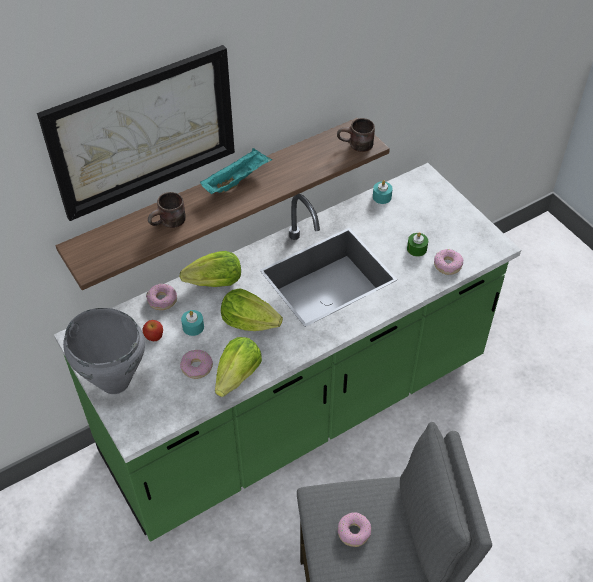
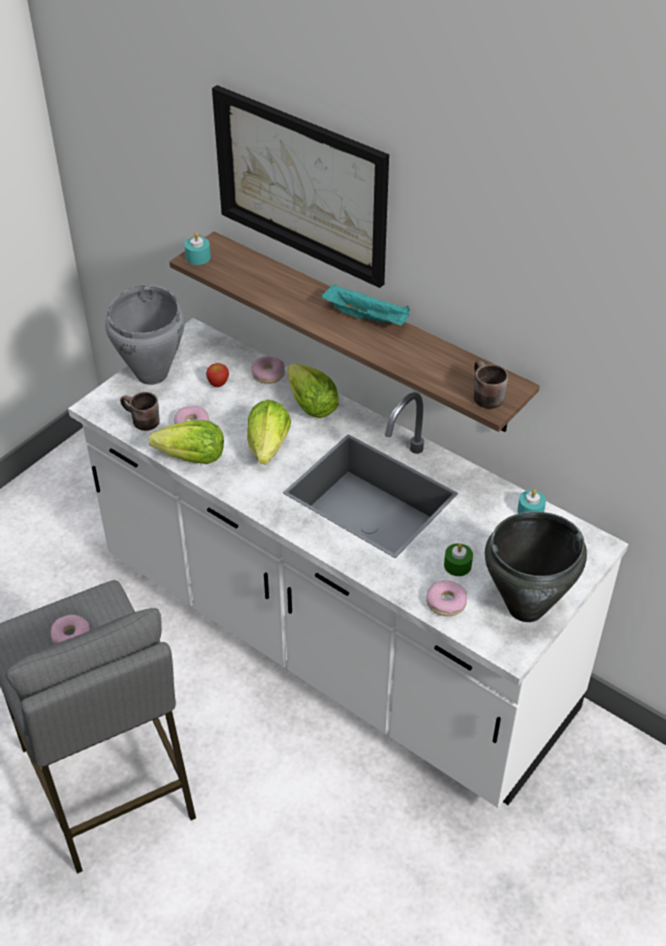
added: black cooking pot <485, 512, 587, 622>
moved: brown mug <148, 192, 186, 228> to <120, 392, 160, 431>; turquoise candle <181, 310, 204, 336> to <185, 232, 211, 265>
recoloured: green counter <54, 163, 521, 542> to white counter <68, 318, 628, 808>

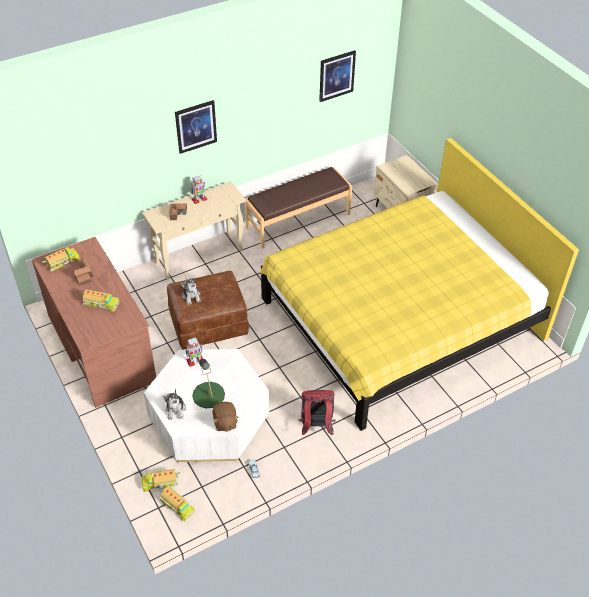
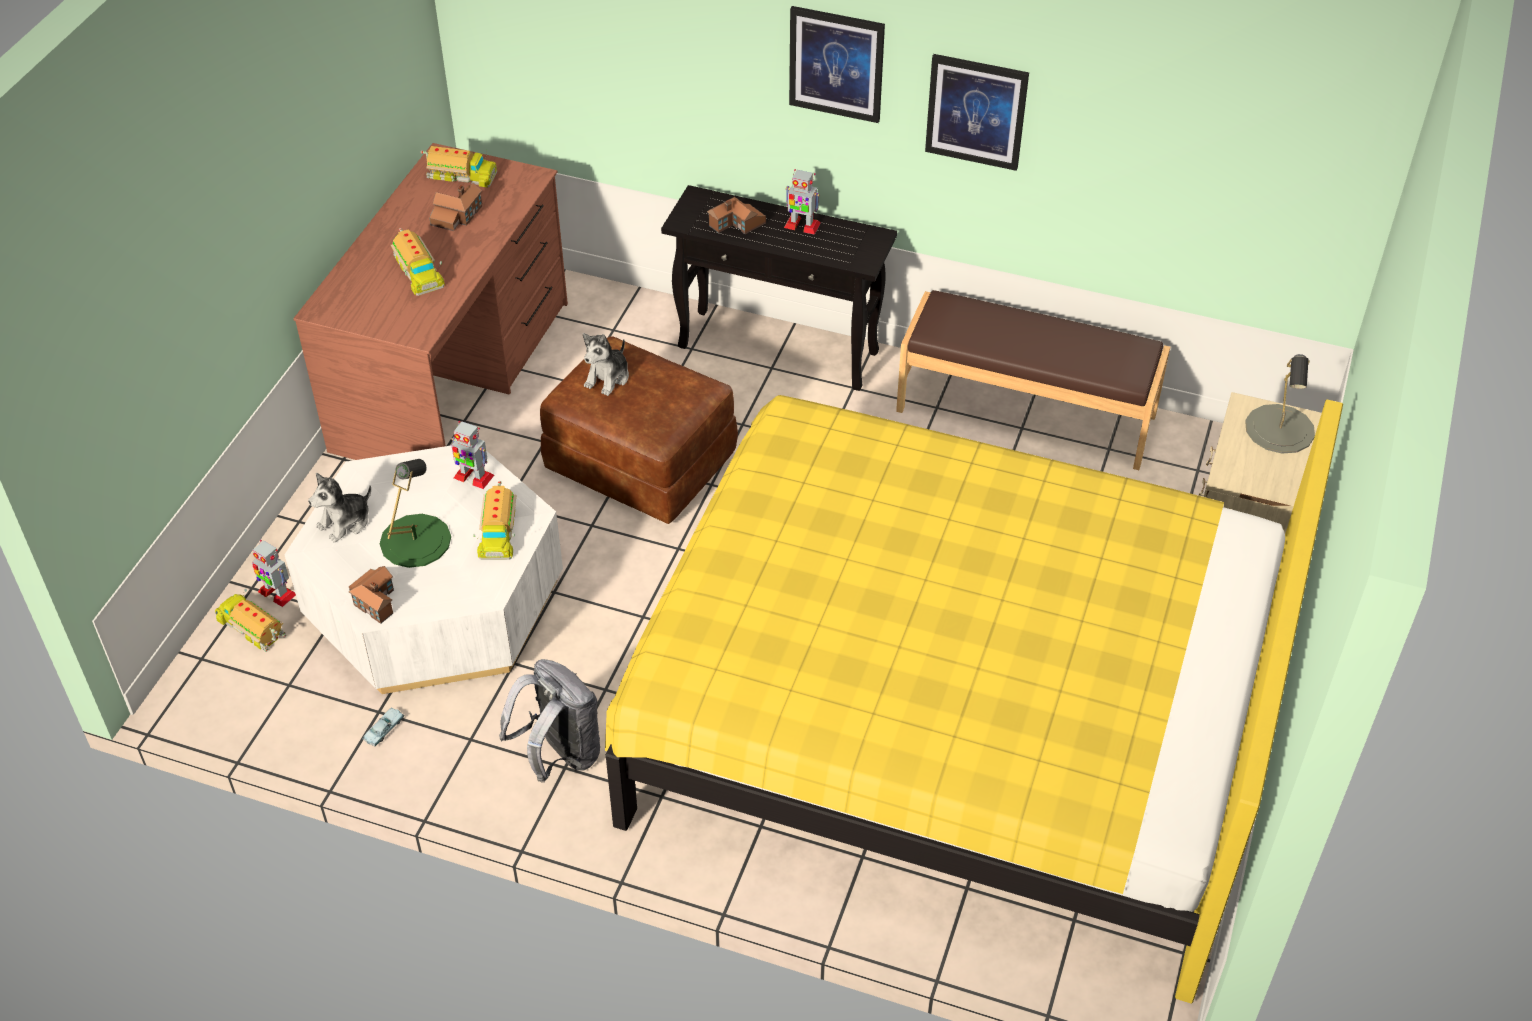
added: toy robot <252, 540, 296, 607>; grey table lamp <1245, 354, 1315, 454>
moved: toy truck <160, 487, 195, 521> to <473, 481, 516, 560>; picture <319, 50, 356, 102> to <925, 54, 1029, 171>
replaced: brown plush toy <213, 402, 238, 432> to toy house <349, 566, 394, 624>
recoloured: beige console table <142, 181, 246, 280> to black console table <661, 185, 897, 391>; red backpack <298, 390, 336, 435> to grey backpack <499, 659, 600, 783>

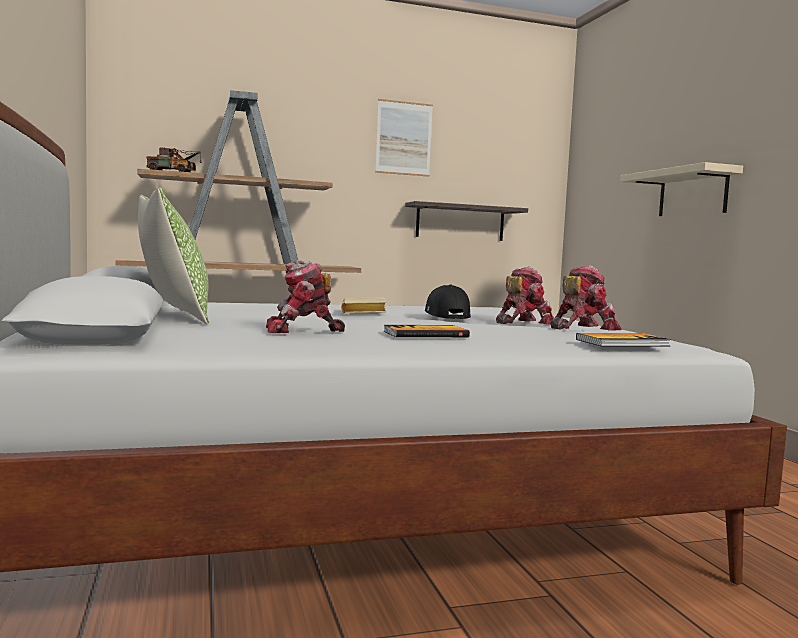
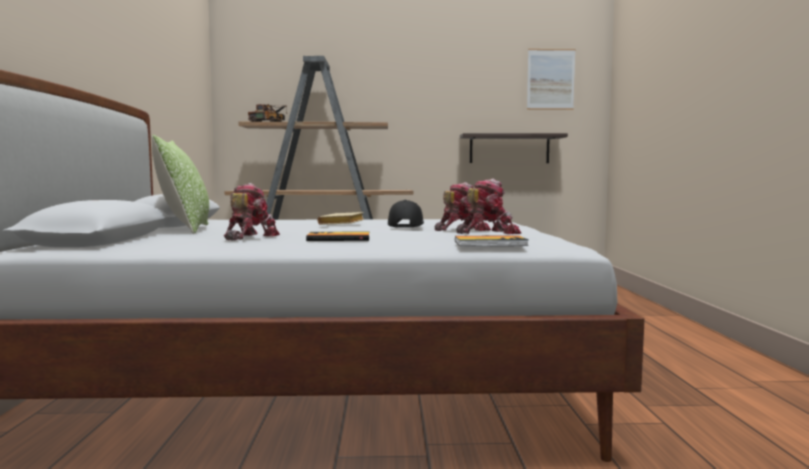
removed: beige shelf <620, 162, 743, 216>
moved: picture <375, 99, 433, 177> to <527, 49, 576, 110>
turned: toy robot <266, 260, 345, 333> = <224, 183, 280, 241> 105 degrees clockwise

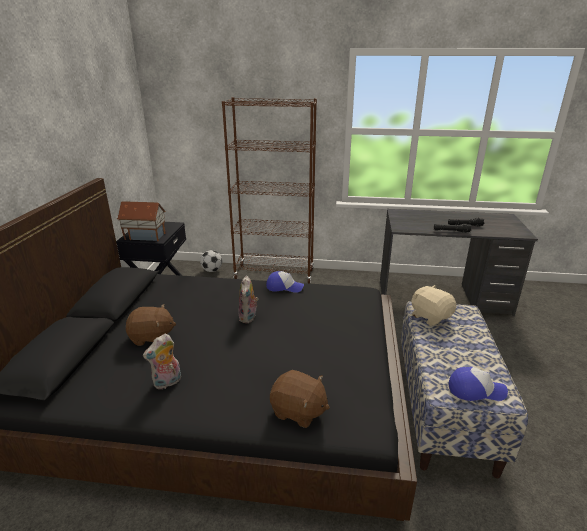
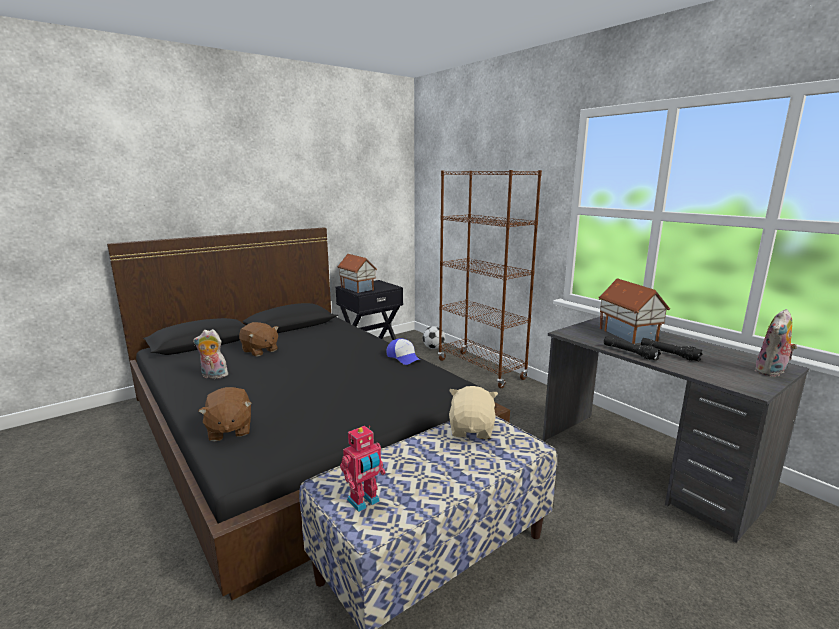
added: toy house <599, 278, 670, 344>
moved: plush toy <238, 276, 259, 323> to <755, 309, 798, 377>
replaced: cap <449, 367, 508, 401> to toy robot <340, 425, 385, 512>

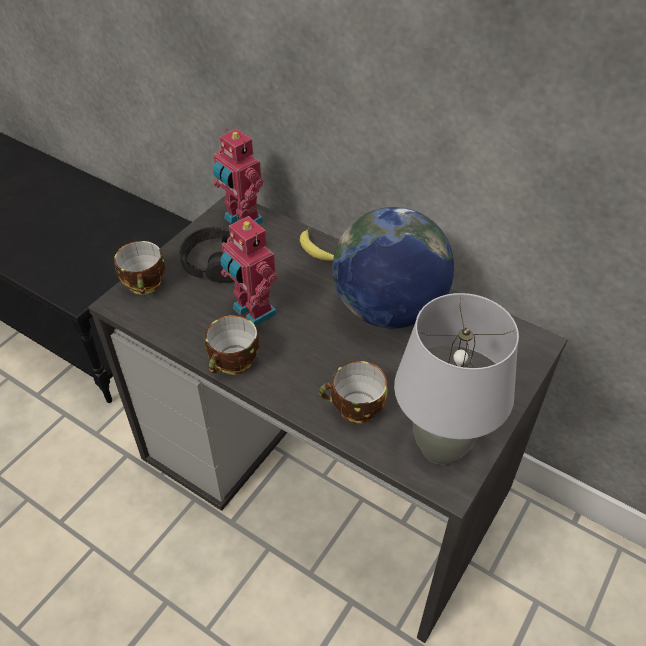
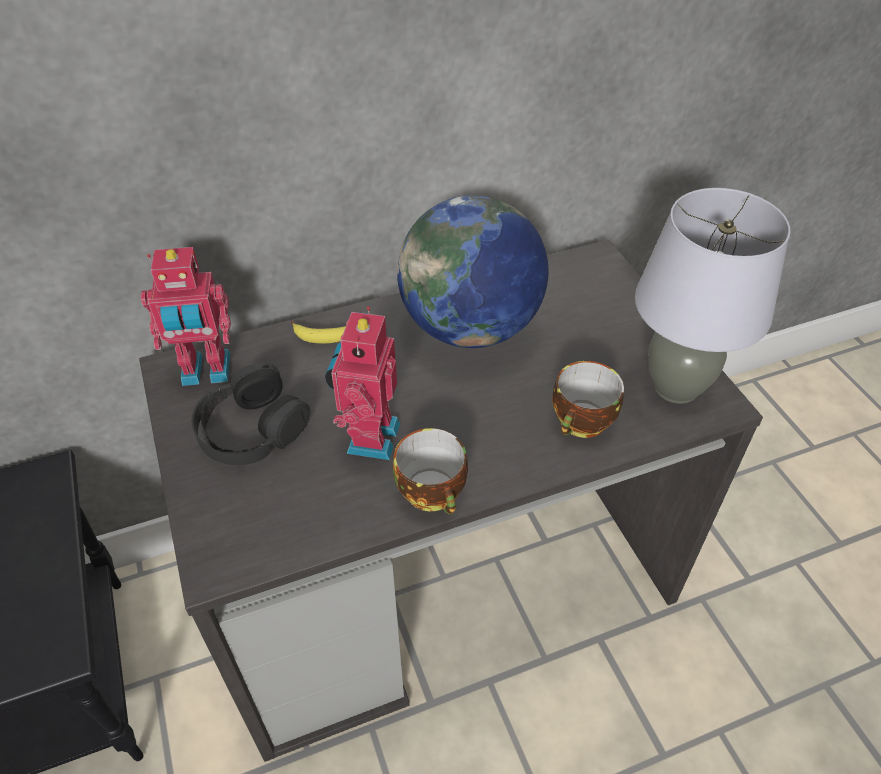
removed: cup <114, 241, 165, 295>
turned: toy robot <220, 216, 278, 326> = <325, 307, 400, 460> 105 degrees clockwise

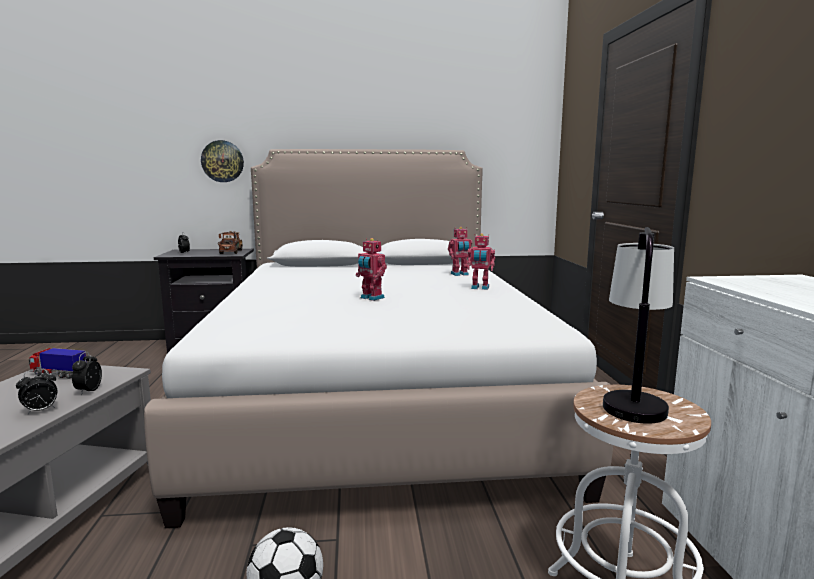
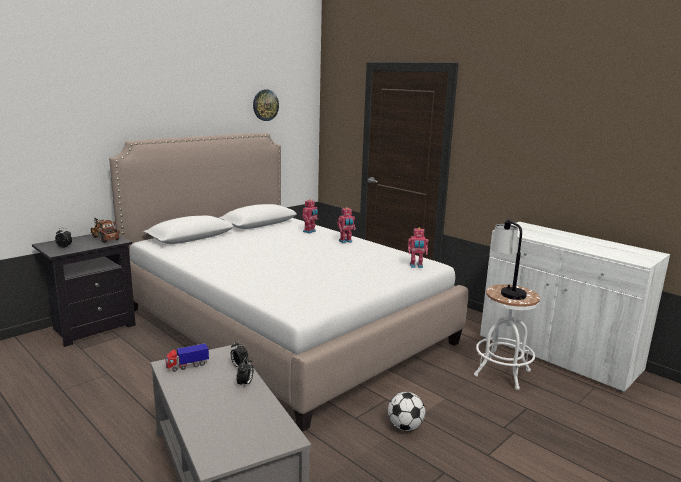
moved: wall clock <201, 140, 244, 182> to <253, 90, 279, 121>; toy robot <356, 238, 387, 301> to <408, 227, 428, 268>

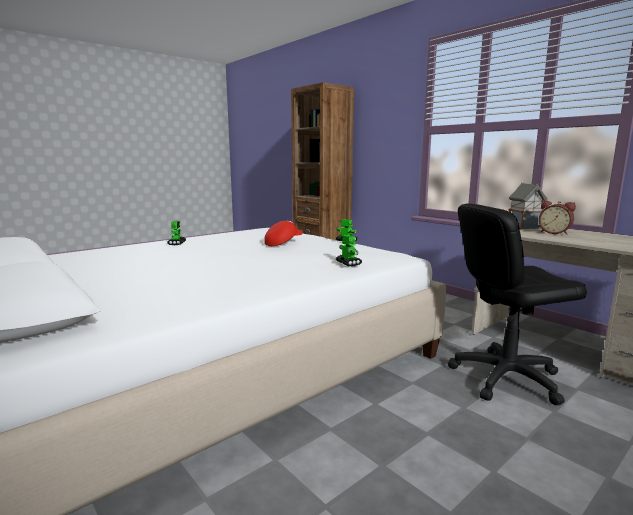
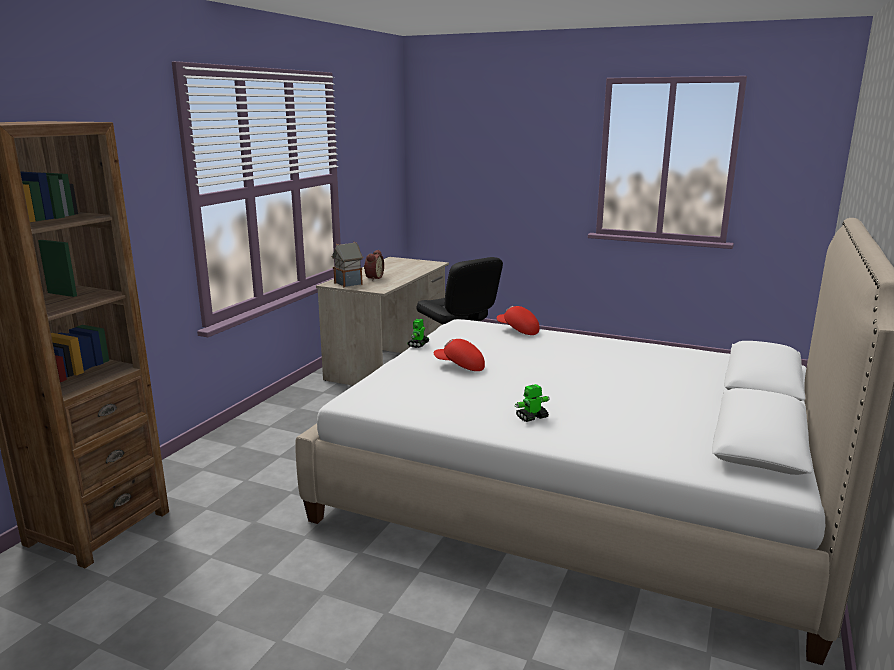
replaced: toy robot <336, 235, 362, 267> to red cap <497, 306, 539, 335>

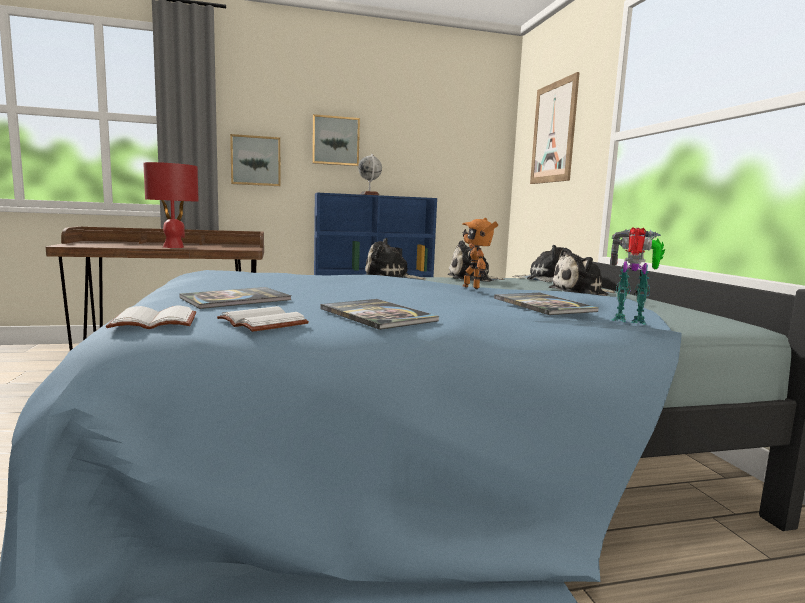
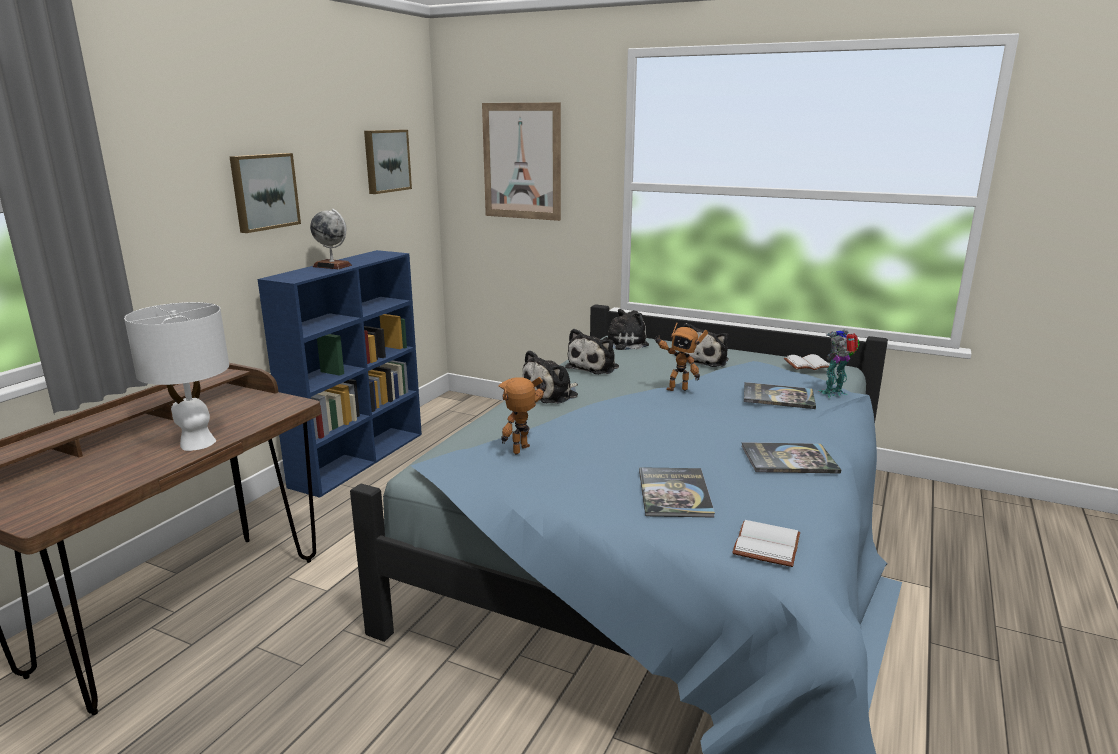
added: toy robot <499, 377, 546, 455>
moved: white book <217, 306, 309, 332> to <784, 354, 830, 370>; picture <230, 134, 280, 186> to <364, 130, 412, 194>
recoloured: red table lamp <143, 162, 199, 248> to white table lamp <124, 302, 229, 451>

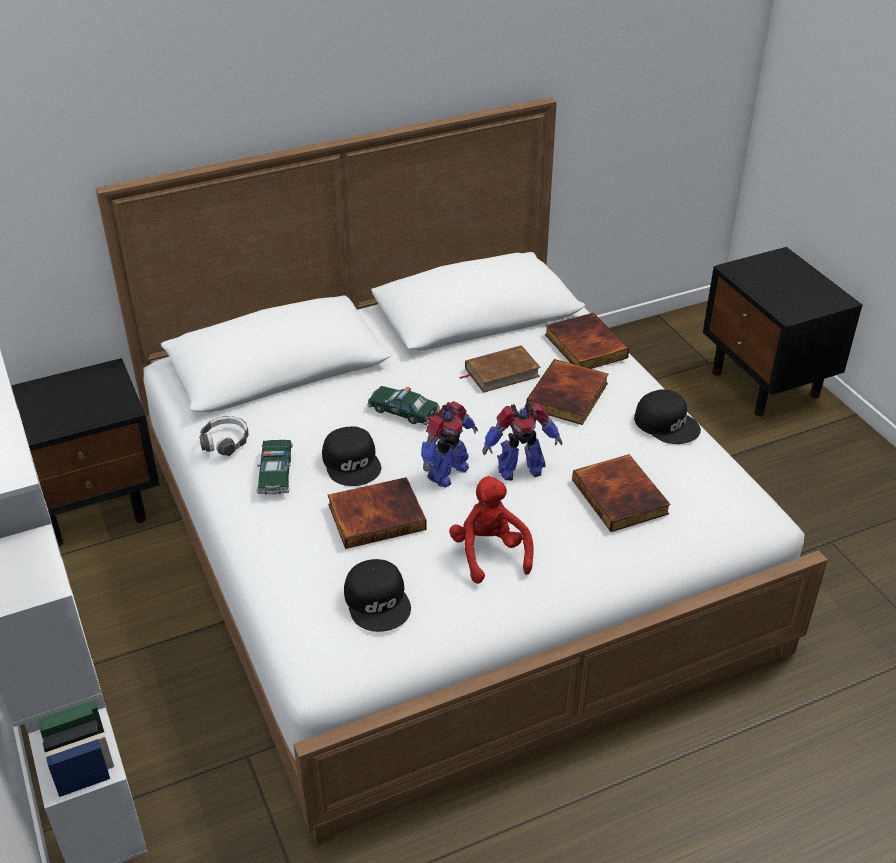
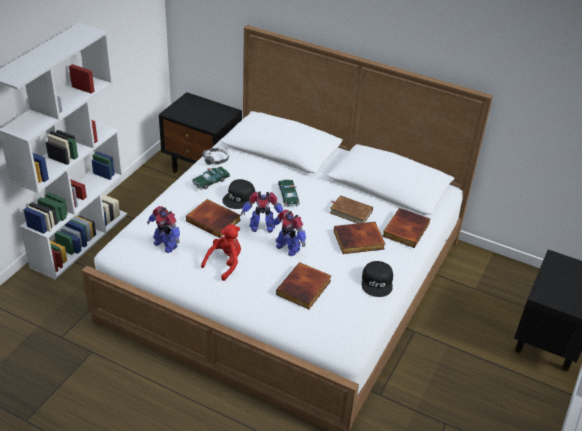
replaced: black cap <344, 559, 411, 632> to toy robot <147, 206, 180, 253>

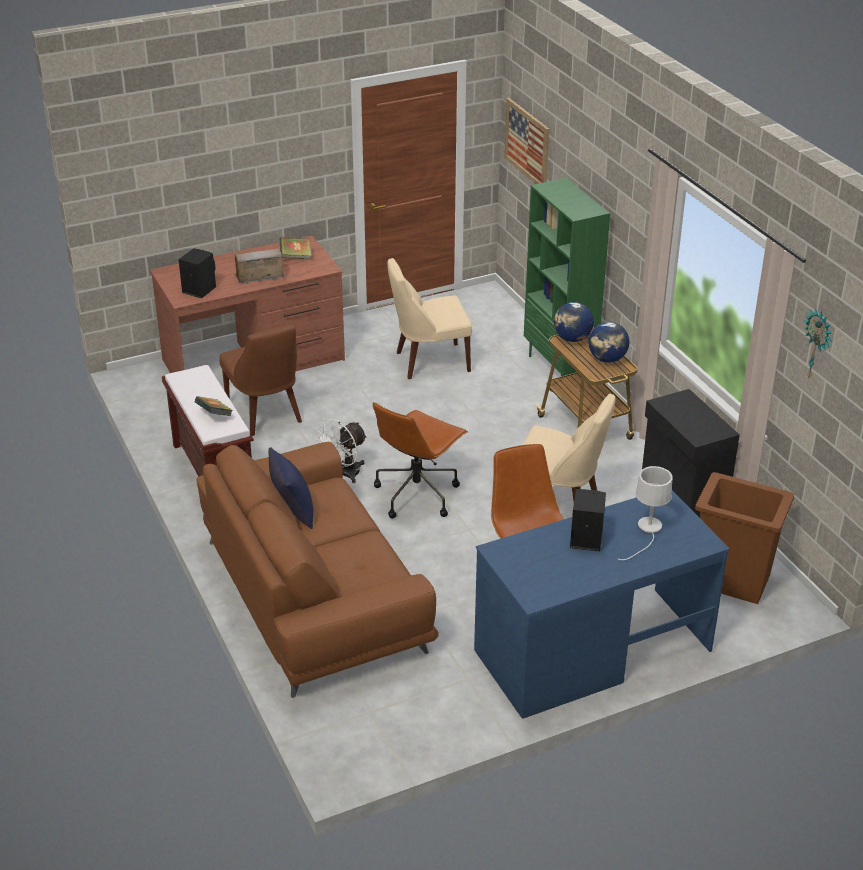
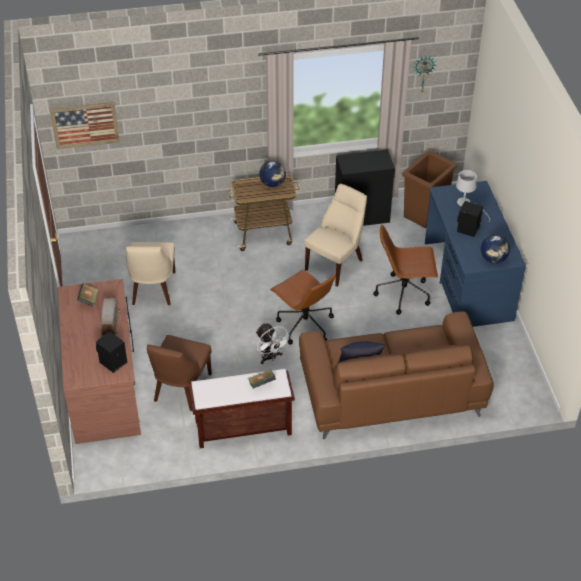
removed: green bookcase <524, 178, 610, 376>
moved: globe <554, 302, 594, 342> to <481, 235, 510, 263>
turned: brown chair <219, 324, 302, 436> = <147, 335, 212, 411> 120 degrees clockwise

